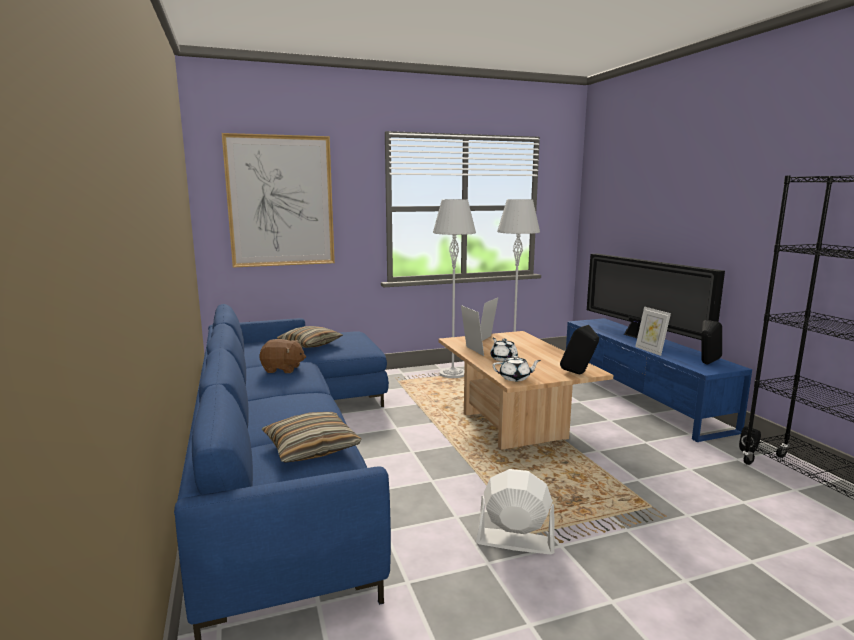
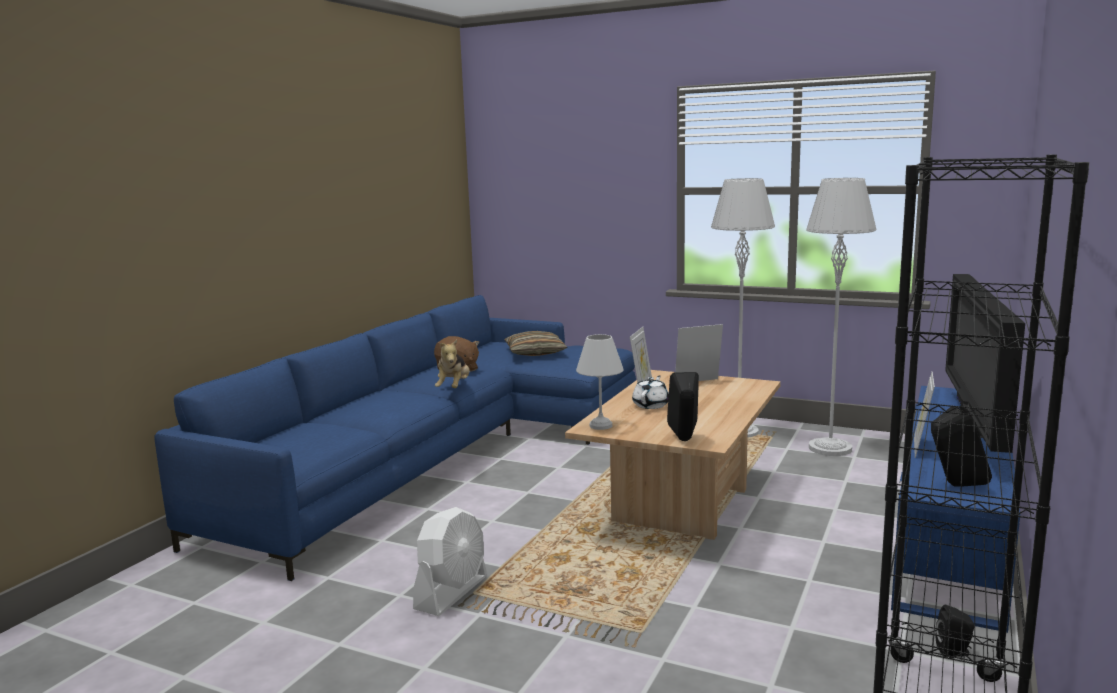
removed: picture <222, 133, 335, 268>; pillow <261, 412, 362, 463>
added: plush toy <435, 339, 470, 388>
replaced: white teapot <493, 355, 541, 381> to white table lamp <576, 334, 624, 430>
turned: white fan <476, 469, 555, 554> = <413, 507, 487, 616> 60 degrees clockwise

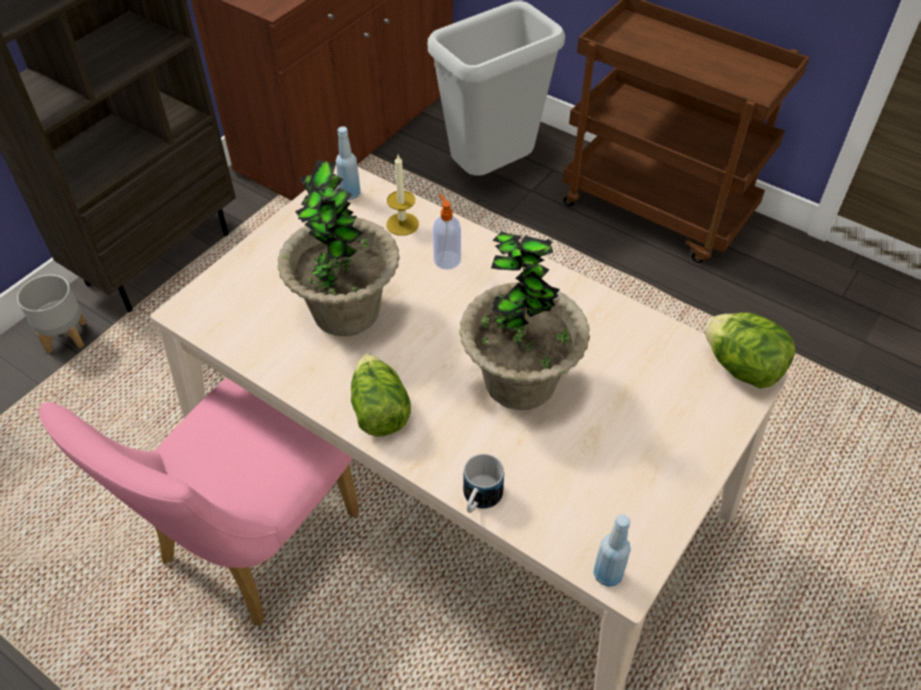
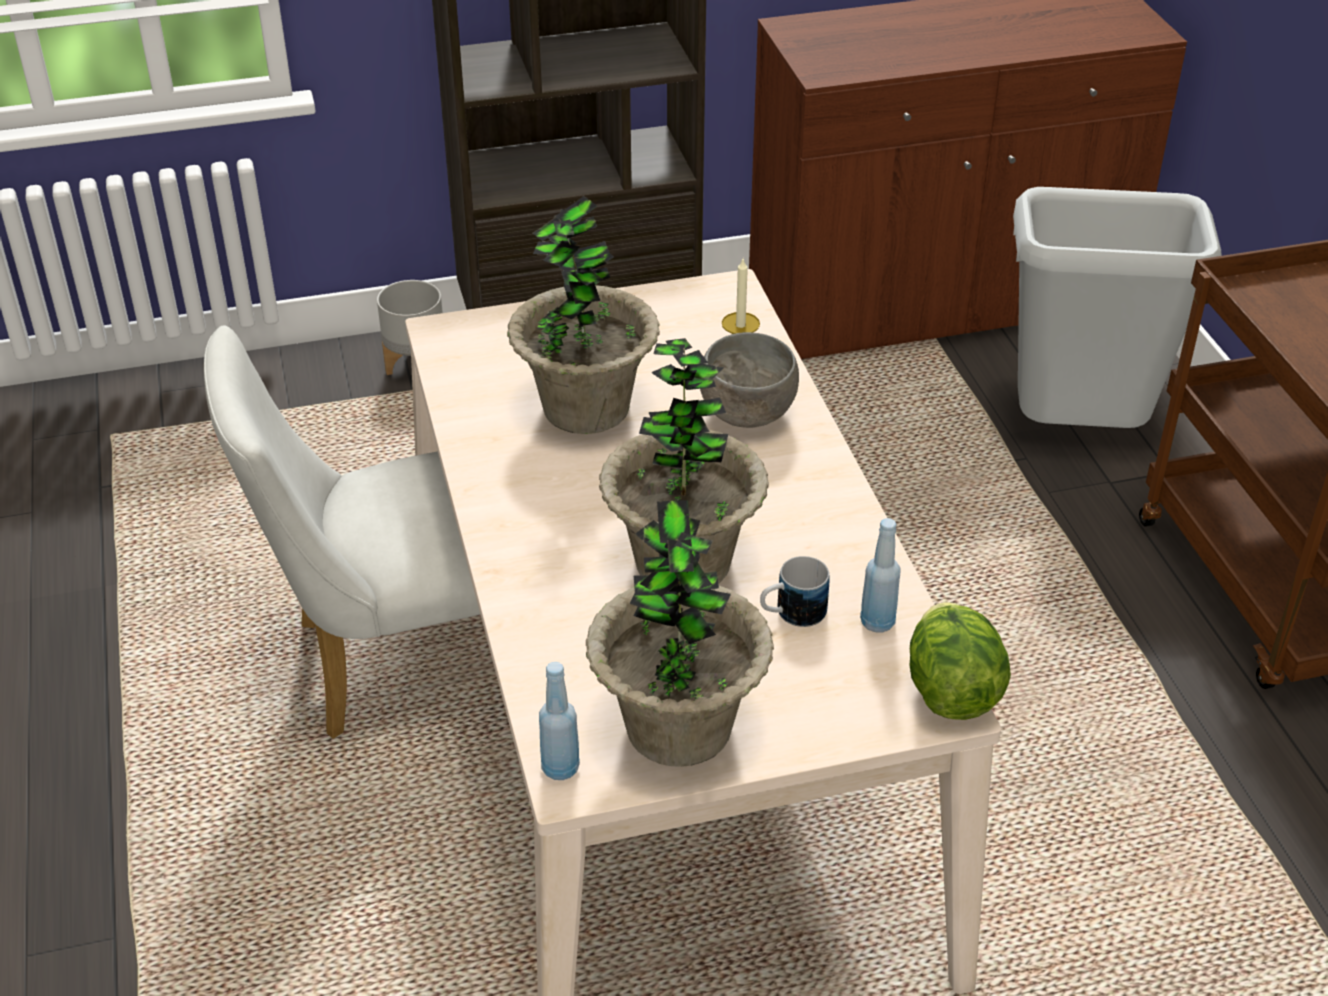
removed: lettuce <351, 354, 411, 436>
added: potted plant <586, 500, 774, 767>
moved: blue bottle <336, 127, 360, 200> to <860, 518, 901, 632>; mug <463, 454, 504, 513> to <760, 556, 830, 627>
replaced: soap dispenser <433, 194, 461, 270> to grey bowl <700, 332, 799, 428>
recoloured: pink chair <39, 378, 359, 626> to white chair <204, 325, 480, 739>

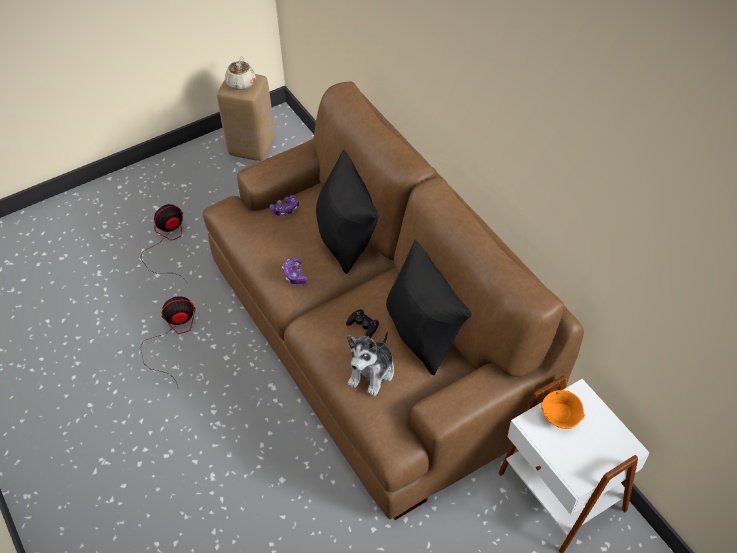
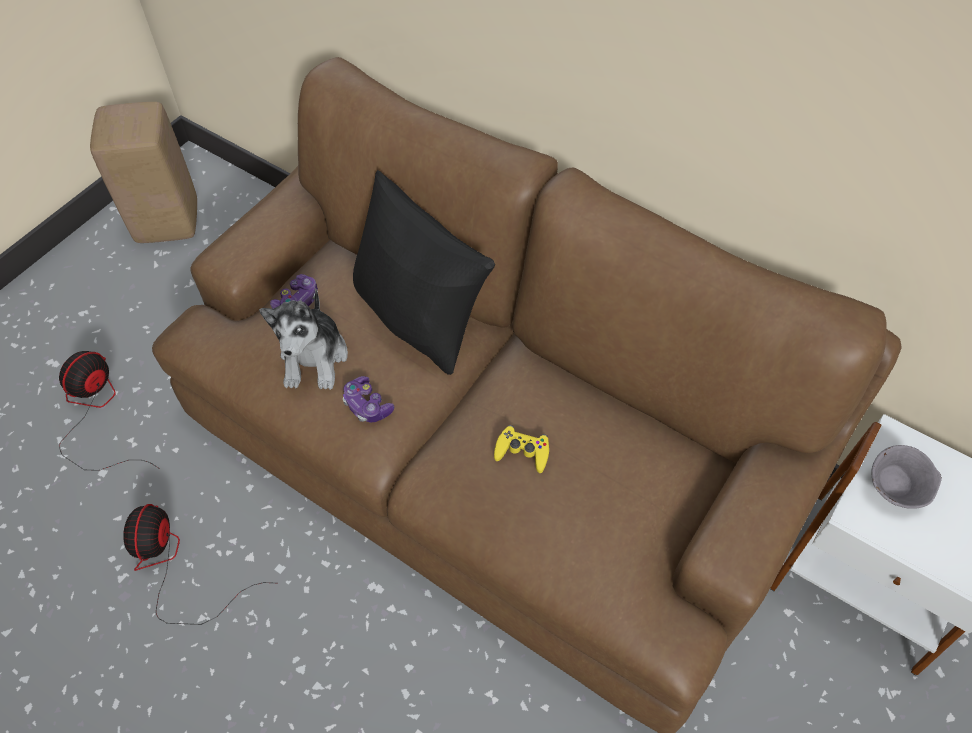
removed: beige teapot <225, 56, 256, 90>; black pillow <386, 240, 472, 375>
moved: plush toy <347, 330, 394, 396> to <259, 288, 348, 390>
recoloured: black game controller <346, 309, 379, 337> to yellow game controller <494, 425, 549, 473>; orange bowl <541, 390, 585, 429> to grey bowl <871, 445, 942, 509>
turned: fan <140, 297, 195, 388> = <123, 504, 269, 625> 45 degrees counterclockwise

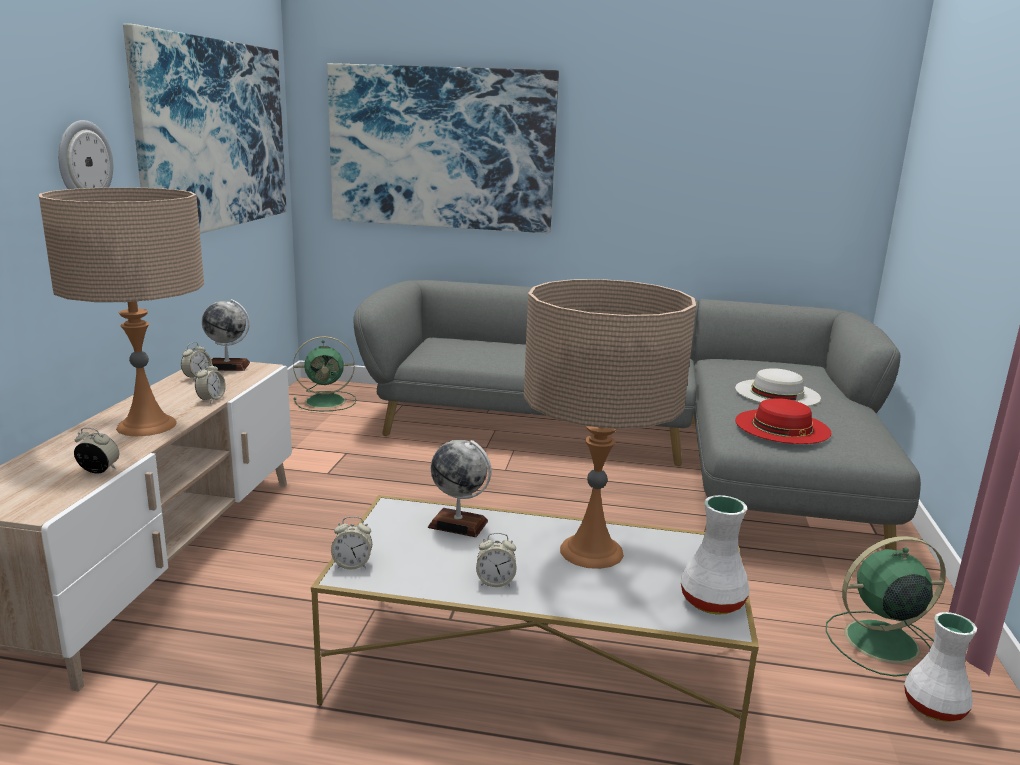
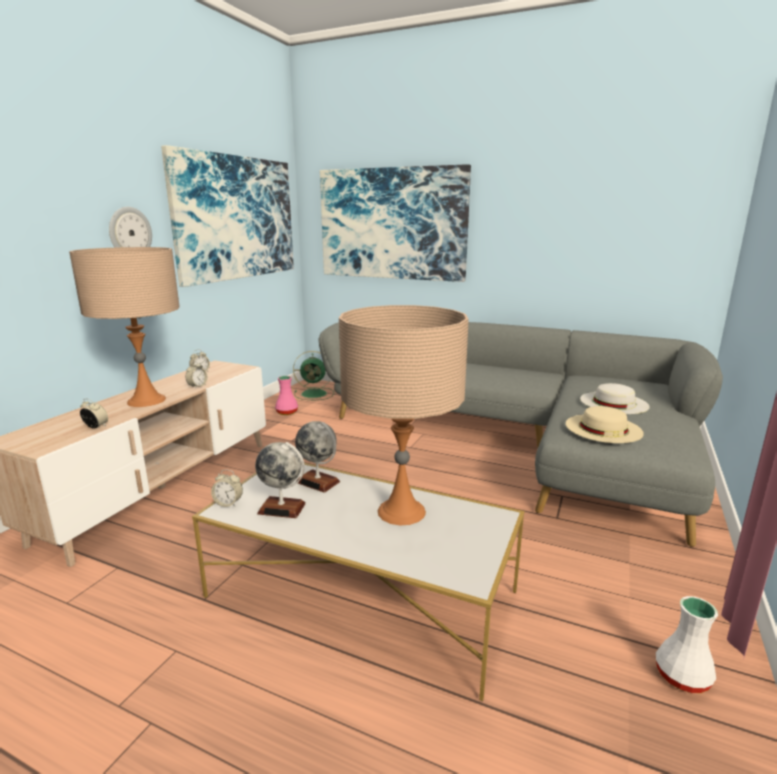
removed: alarm clock <476, 533, 517, 587>; white vase <681, 495, 749, 615>; green fan <826, 536, 946, 677>
added: pink vase <275, 376, 298, 415>
moved: globe <202, 299, 250, 371> to <255, 442, 306, 518>
recoloured: red hat <735, 398, 831, 444> to beige hat <566, 406, 644, 443>

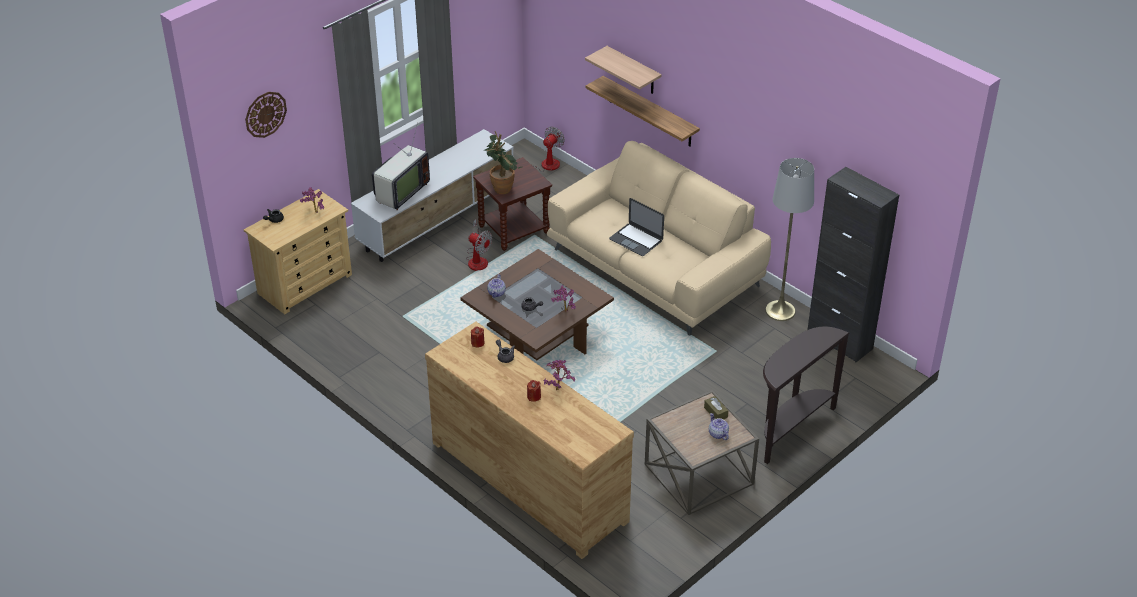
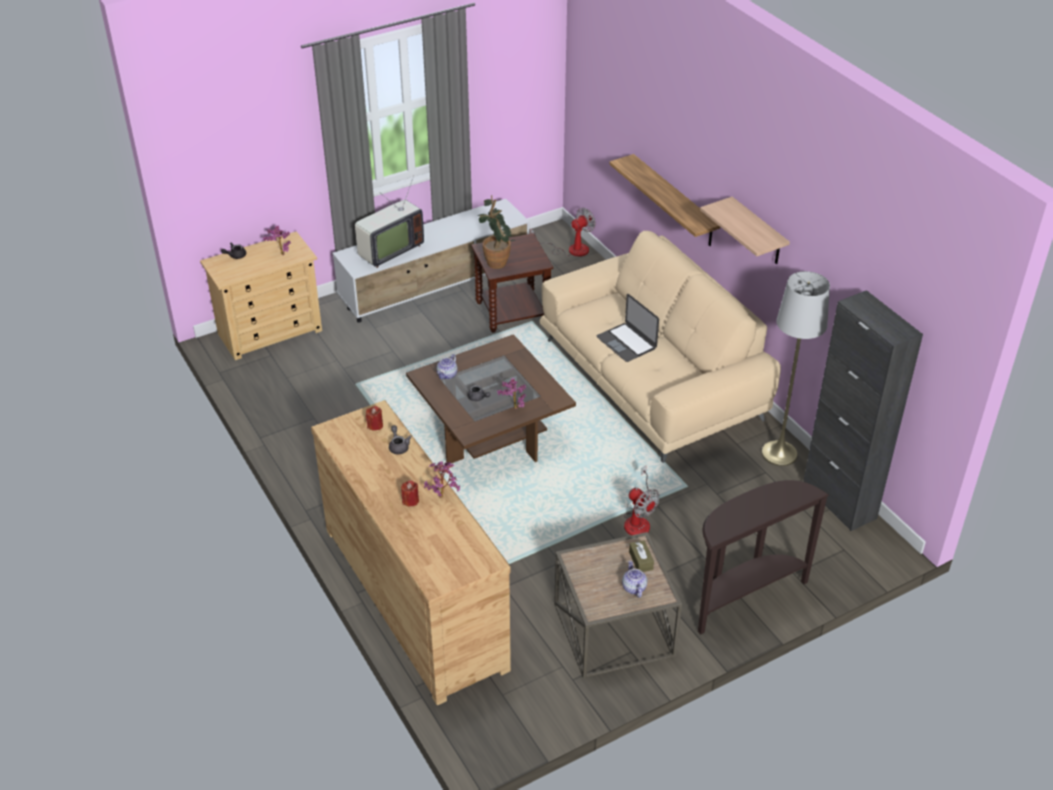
removed: wall clock <245, 92, 287, 138>
moved: fan <466, 219, 492, 271> to <623, 465, 660, 535>; shelf <585, 46, 662, 94> to <700, 197, 790, 264>

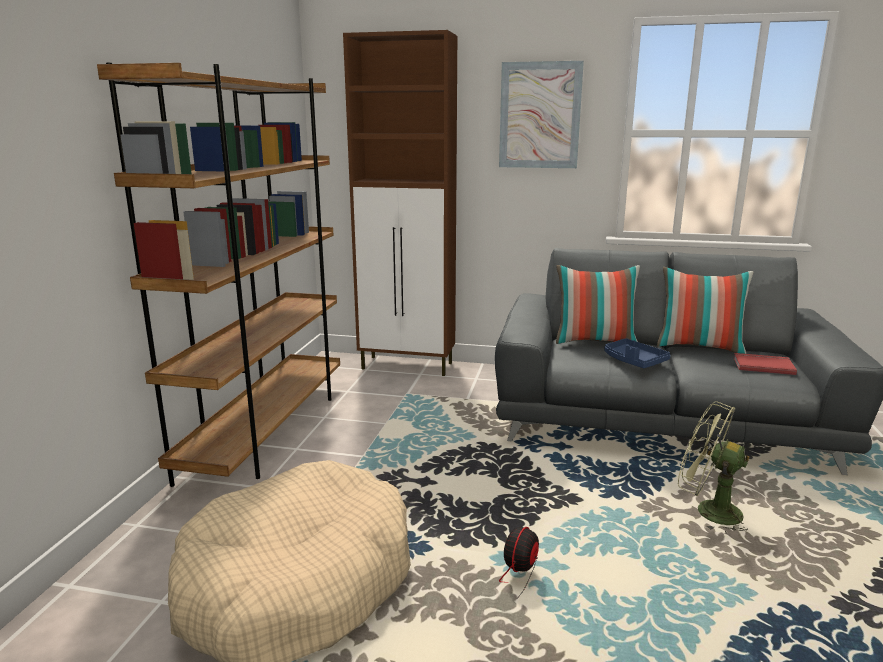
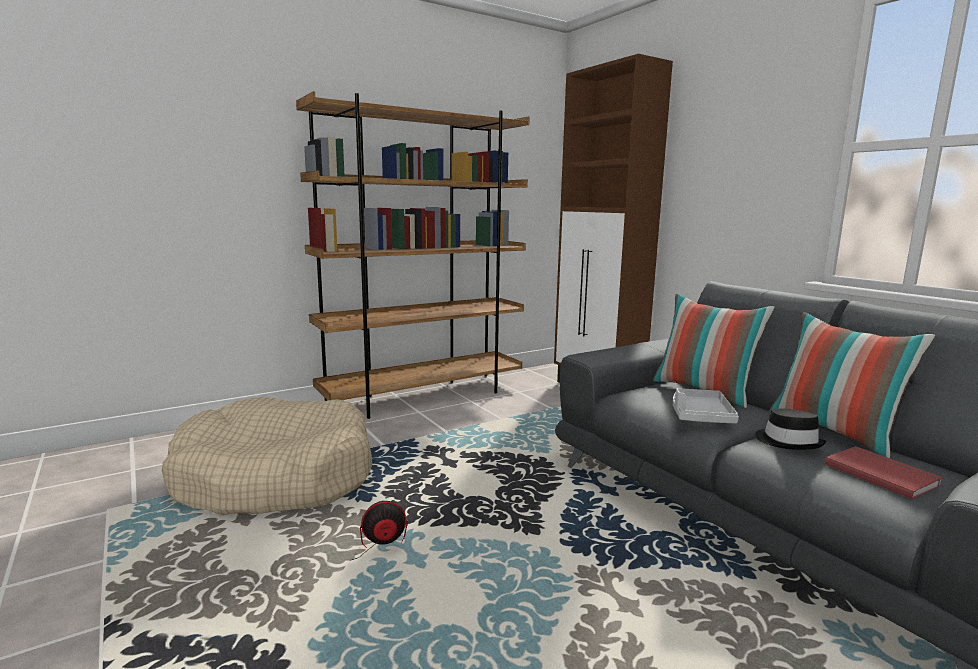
removed: picture <499, 61, 584, 168>; green fan <678, 401, 749, 533>
added: black hat <755, 408, 827, 450>
recoloured: blue tray <604, 338, 671, 368> to grey tray <673, 388, 739, 424>

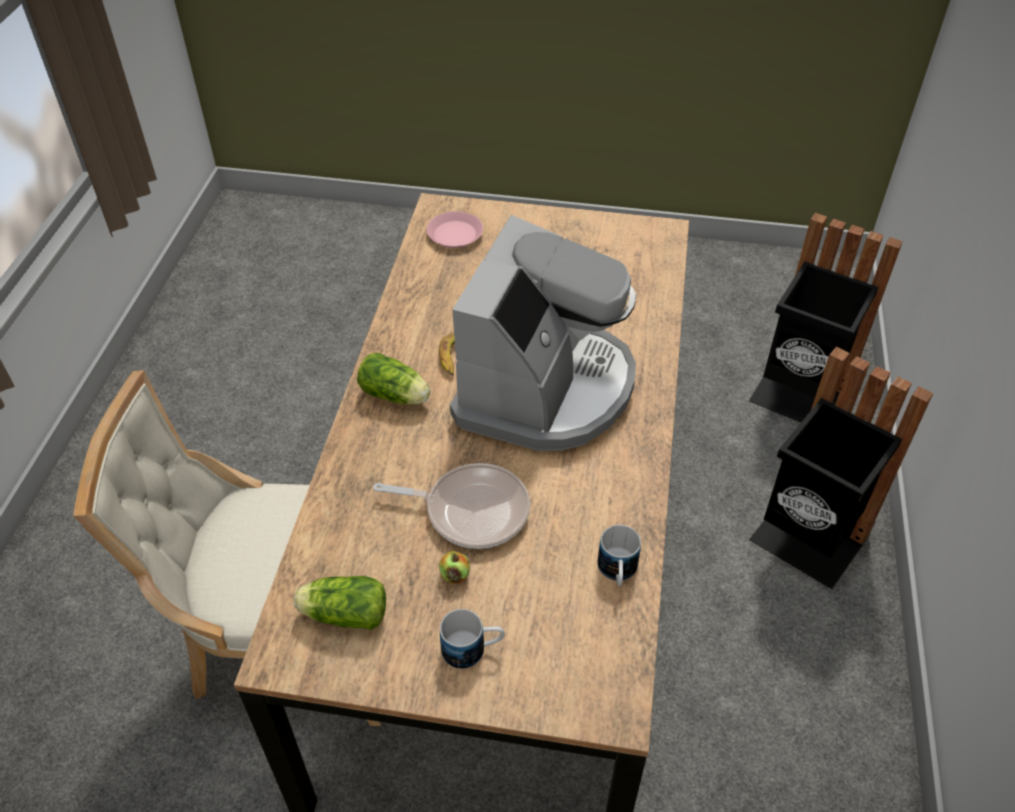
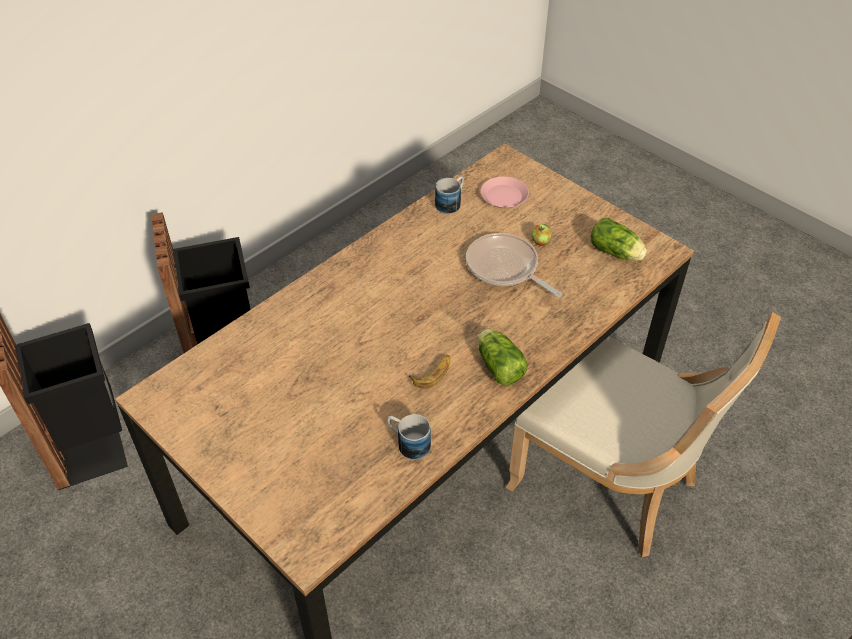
removed: coffee machine <450, 215, 636, 451>
moved: pink plate <427, 211, 483, 248> to <481, 176, 529, 208>; mug <440, 609, 505, 669> to <387, 414, 431, 459>

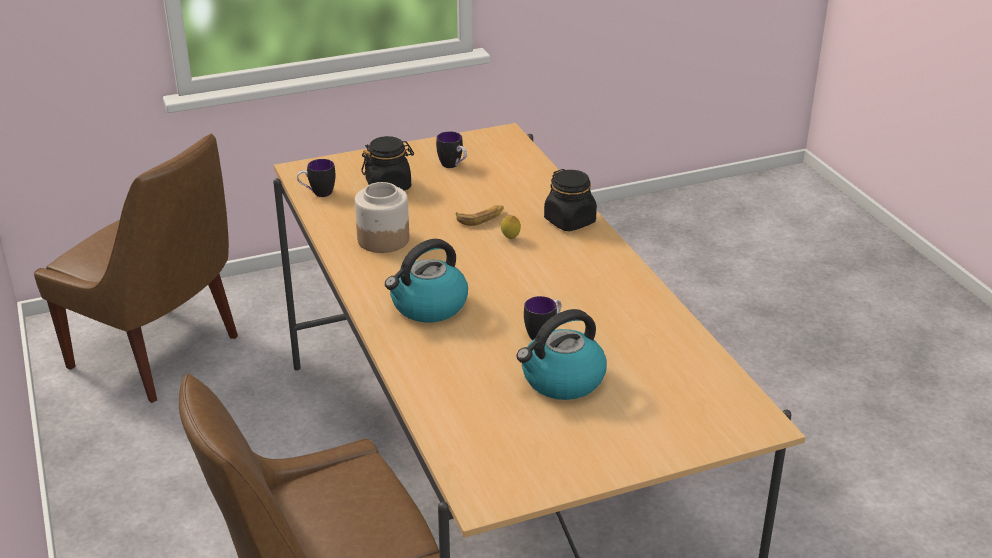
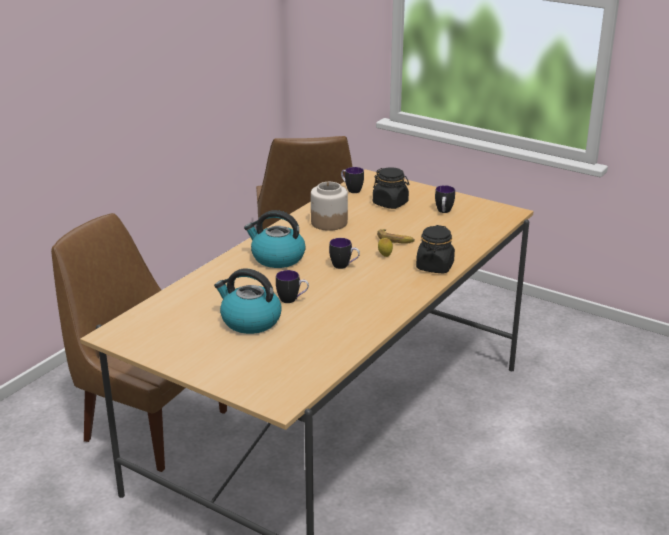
added: mug <329, 238, 360, 269>

